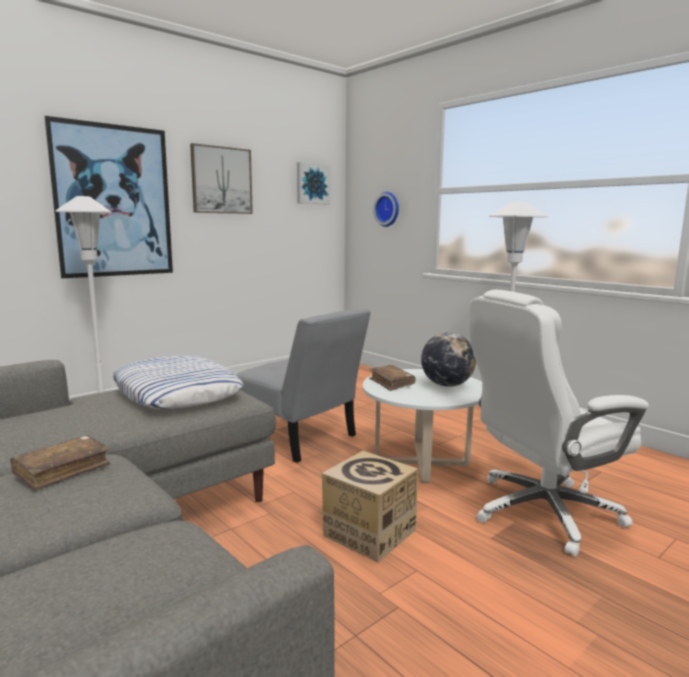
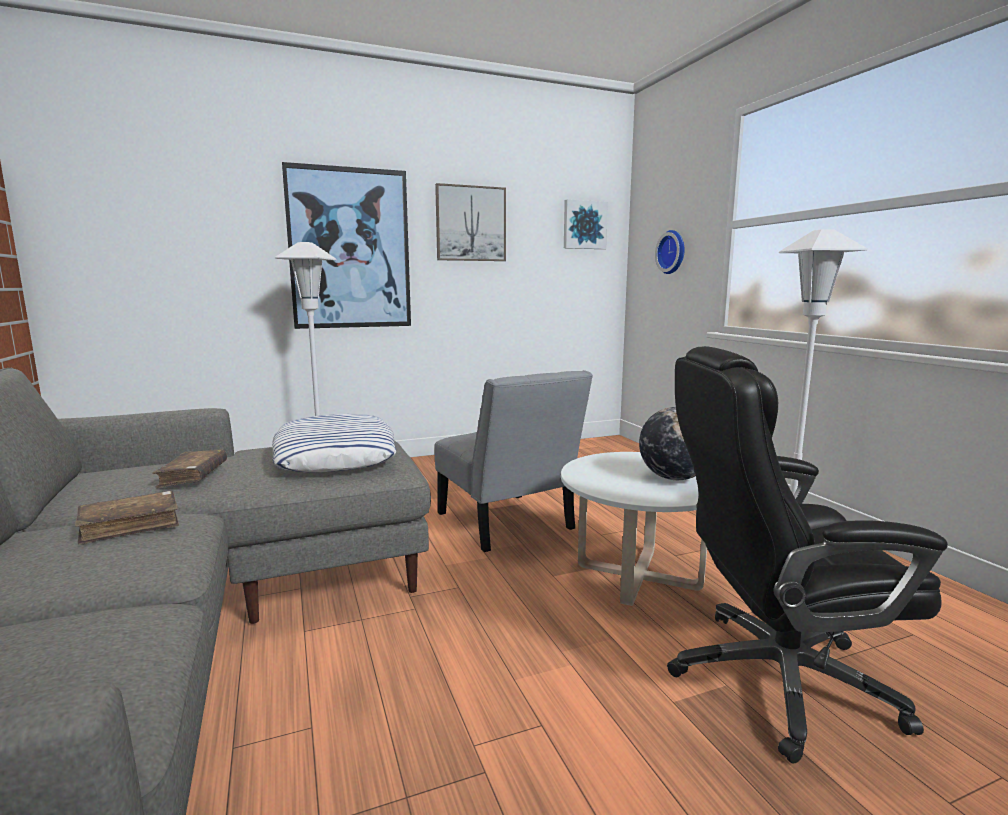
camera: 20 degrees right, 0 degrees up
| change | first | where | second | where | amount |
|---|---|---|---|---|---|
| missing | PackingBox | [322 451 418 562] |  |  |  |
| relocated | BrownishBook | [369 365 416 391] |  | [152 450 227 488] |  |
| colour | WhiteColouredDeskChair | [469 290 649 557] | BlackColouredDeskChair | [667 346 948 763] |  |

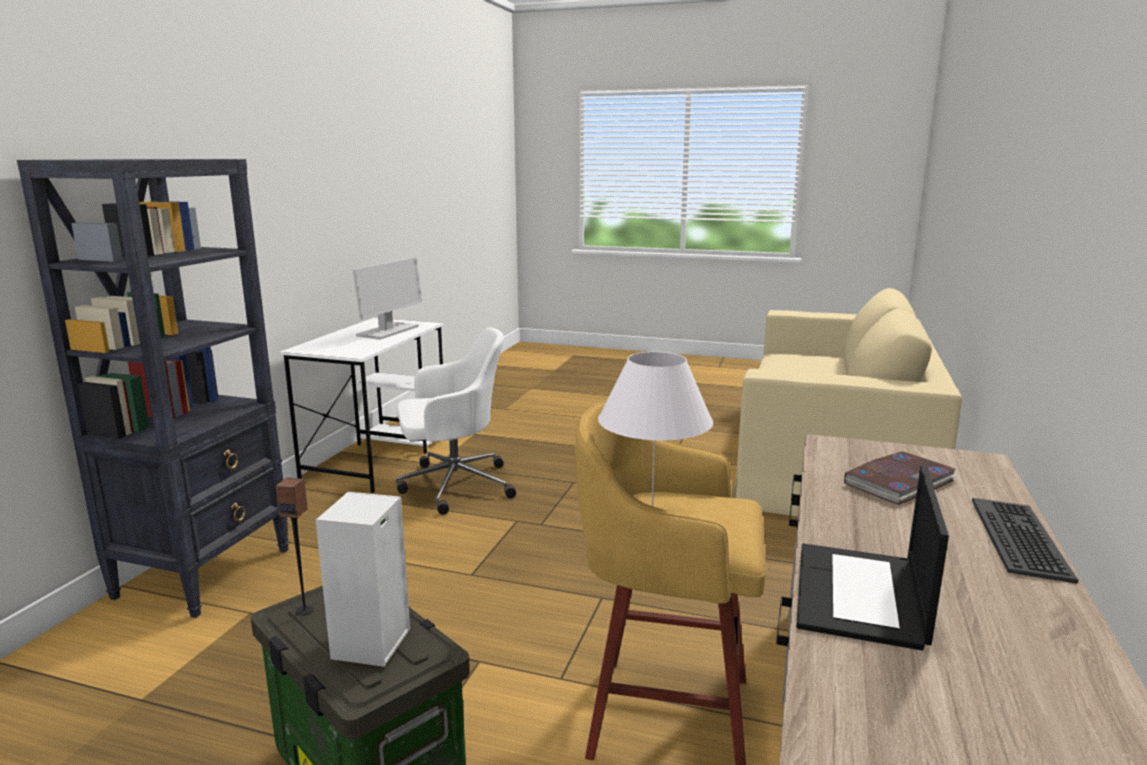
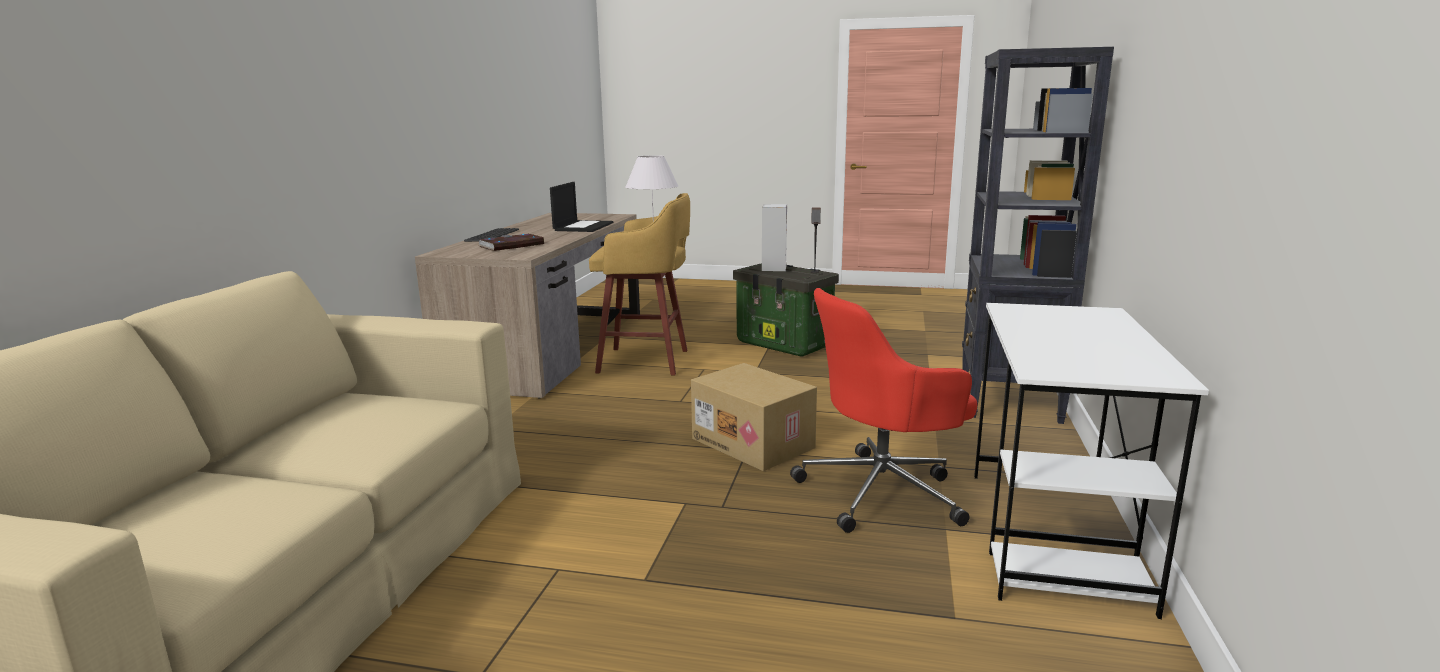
camera: 175 degrees right, 0 degrees up
| change | first | where | second | where | amount |
|---|---|---|---|---|---|
| missing | ComputerDisplay | [353 257 422 339] |  |  |  |
| appeared |  |  | PackingBox | [691 363 817 471] |  |
| colour | WhiteColouredDeskChair | [396 327 516 515] | RedDeskChair | [790 288 977 533] |  |

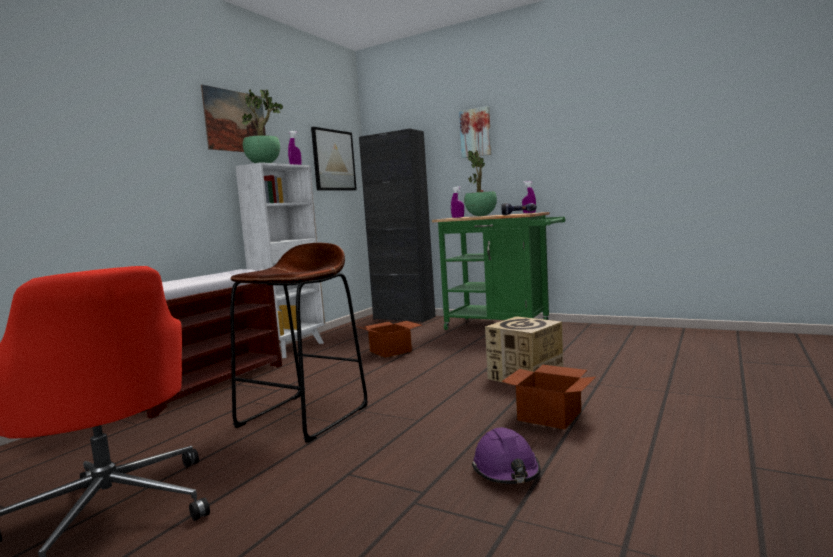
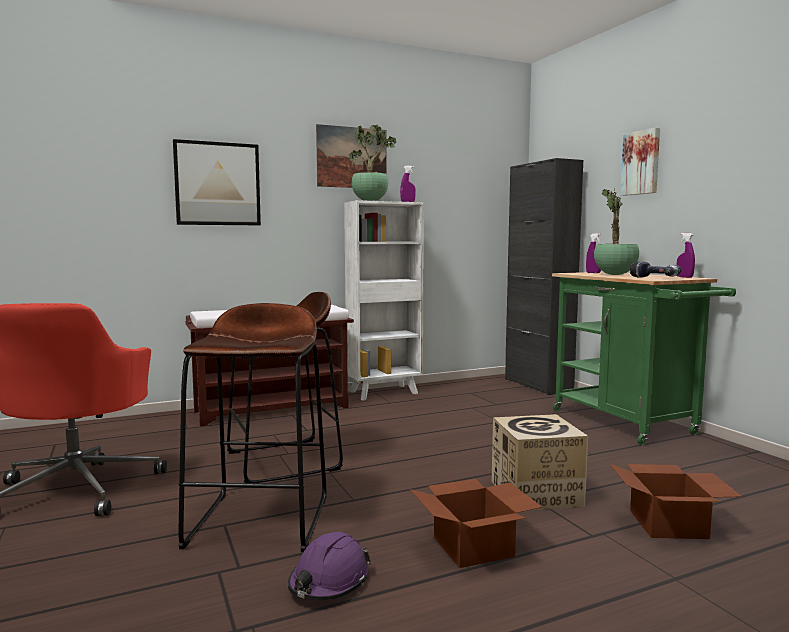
camera: 35 degrees right, 0 degrees up
| change | first | where | second | where | amount |
|---|---|---|---|---|---|
| appeared |  |  | BrownishStoolSeat | [178 303 327 552] |  |
| relocated | Picture | [311 127 357 190] |  | [173 139 261 225] |  |
| relocated | PackingBox | [356 321 422 358] |  | [609 463 742 539] |  |

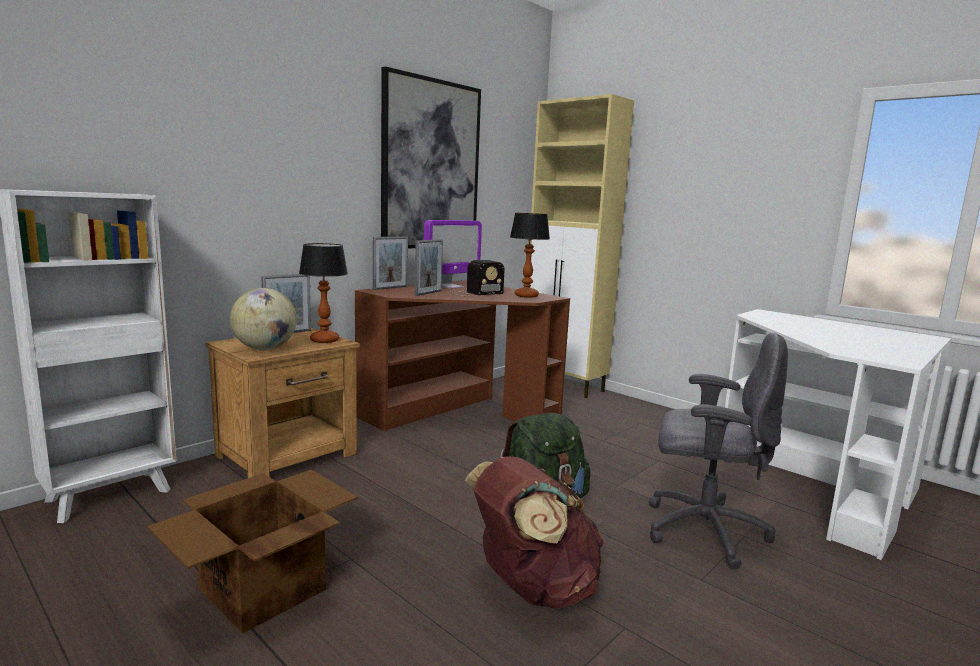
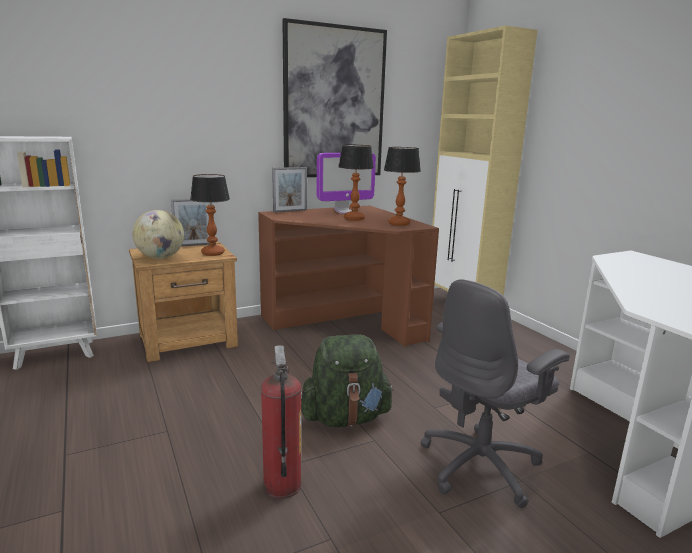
camera: 20 degrees right, 5 degrees up
| change | first | where | second | where | amount |
|---|---|---|---|---|---|
| missing | PackingBox | [147 470 358 634] |  |  |  |
| missing | PhotoFrame | [415 239 443 296] |  |  |  |
| exchanged | Radio | [450 260 504 296] | TableLamp | [338 145 374 221] |  |
| exchanged | BrownishRucksack | [465 456 604 608] | FireExtinguisher | [261 345 302 499] |  |
| spun | GrayDeskChair | [649 332 788 570] |  | [420 280 570 508] | 105 degrees clockwise |

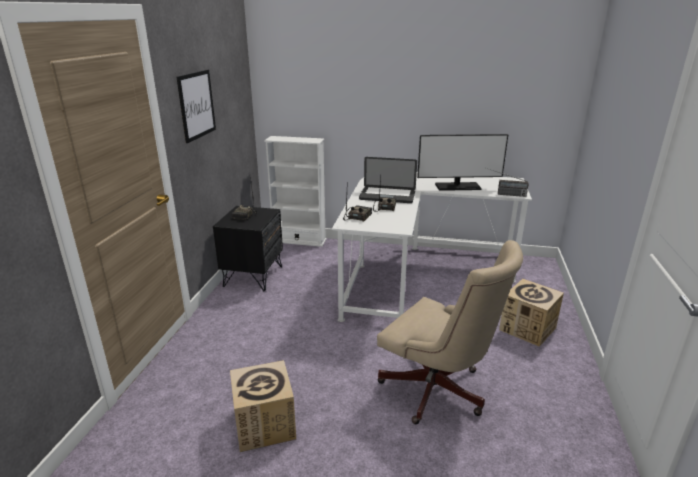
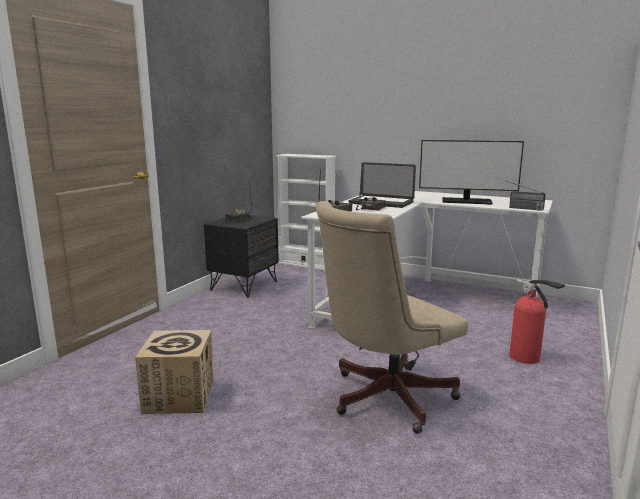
camera: 15 degrees right, 10 degrees down
| change | first | where | second | where | amount |
|---|---|---|---|---|---|
| missing | Picture | [177 70 216 143] |  |  |  |
| exchanged | PackingBox | [499 279 564 347] | FireExtinguisher | [509 279 565 364] |  |
| spun | SandColouredDeskChair | [377 240 523 424] |  | [316 201 468 434] | 90 degrees clockwise |

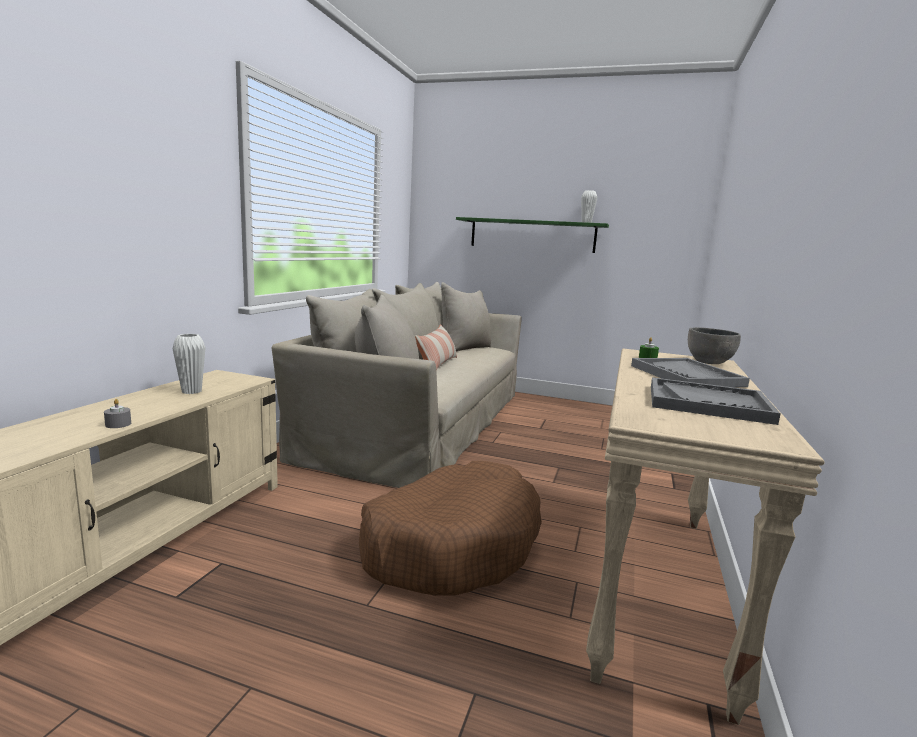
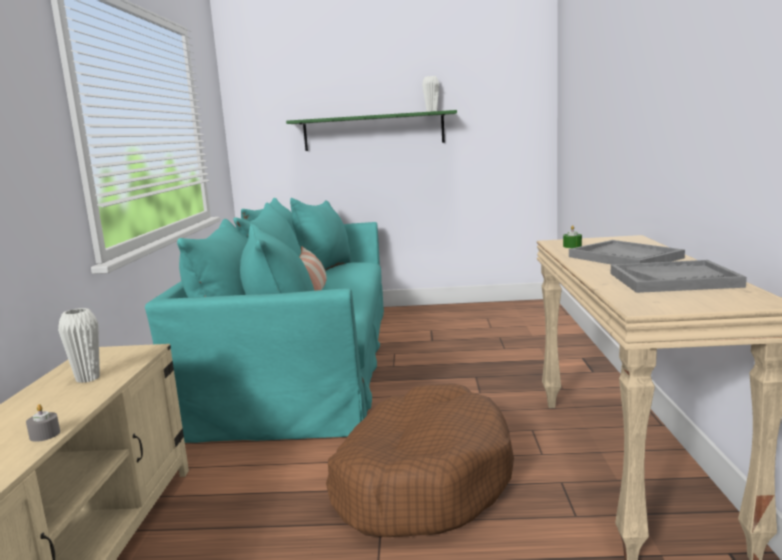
camera: 15 degrees left, 0 degrees up
| change | first | where | second | where | amount |
|---|---|---|---|---|---|
| missing | GrayServingBowl | [688 327 741 364] |  |  |  |
| colour | SandColouredSettee | [271 282 522 488] | TurquoiseSettee | [145 198 384 443] |  |

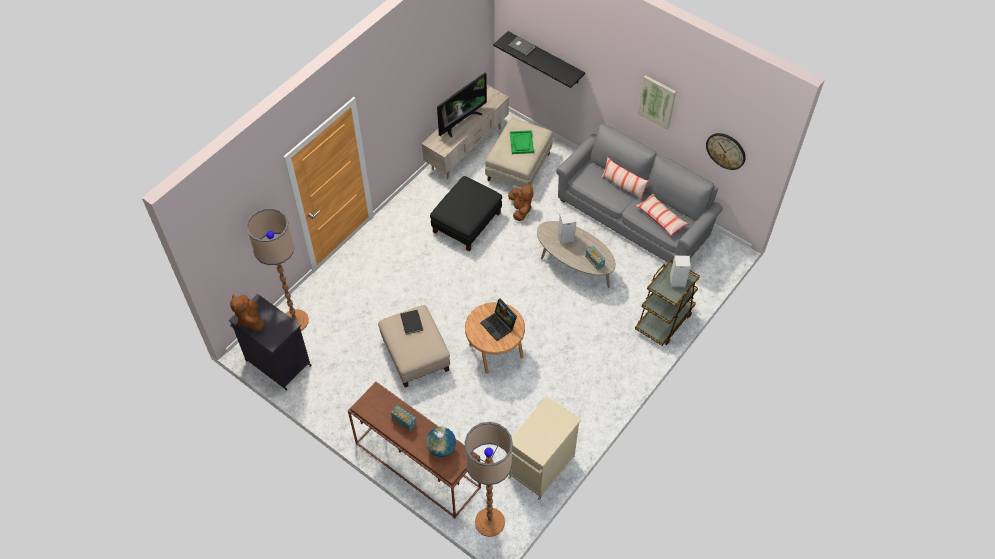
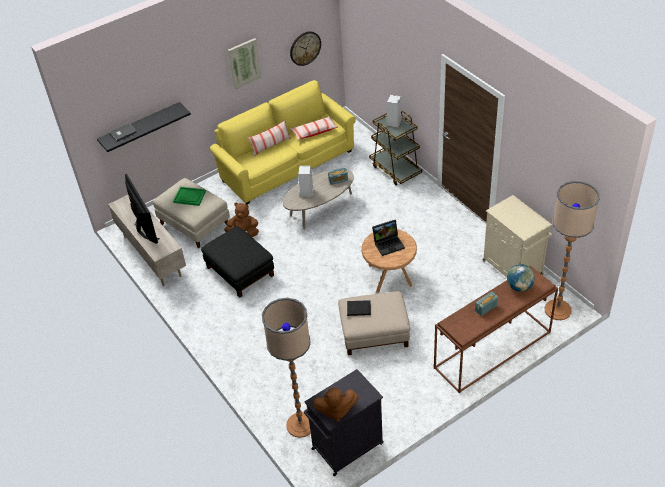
camera: 70 degrees left, 10 degrees down
| change | first | where | second | where | amount |
|---|---|---|---|---|---|
| colour | GraySettee | [556 124 723 263] | YellowSettee | [210 80 356 204] |  |

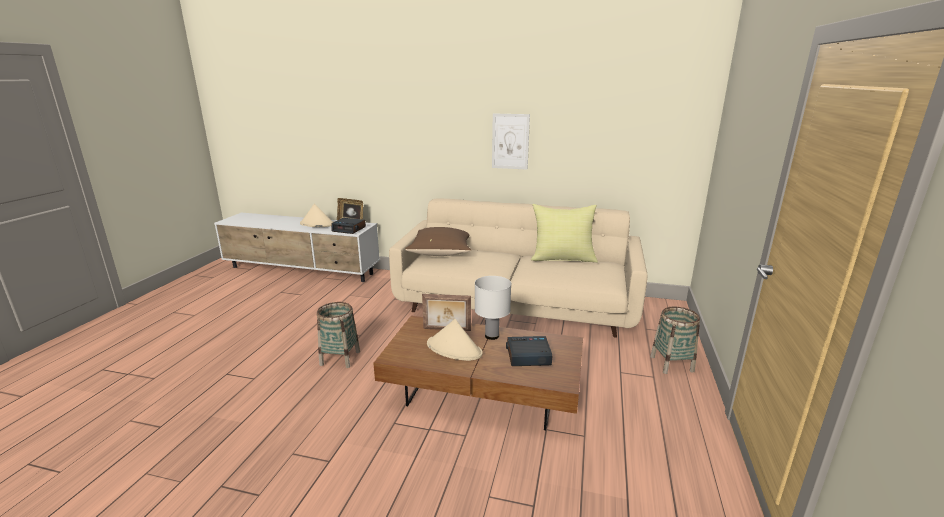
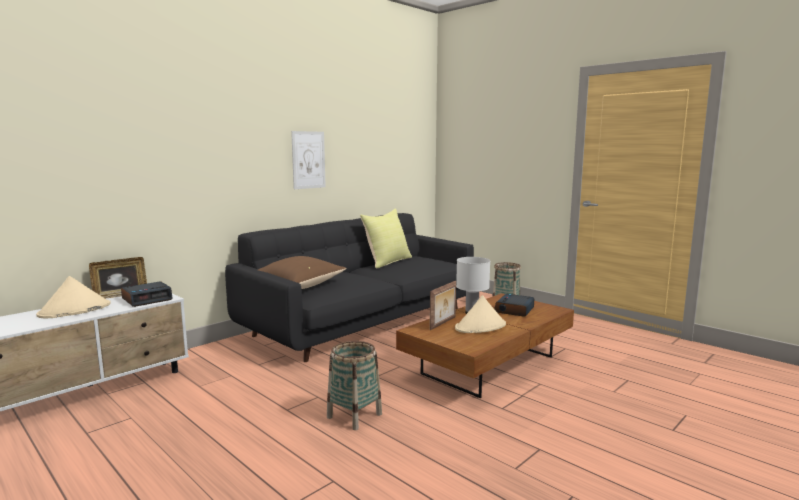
camera: 60 degrees left, 10 degrees down
| change | first | where | second | where | amount |
|---|---|---|---|---|---|
| colour | SandColouredSettee | [389 198 648 338] | BlackColouredSettee | [225 213 474 362] |  |

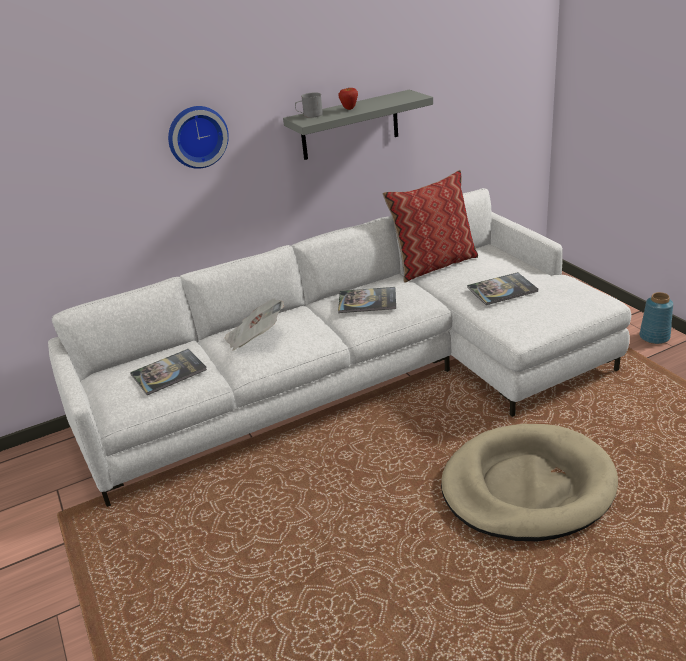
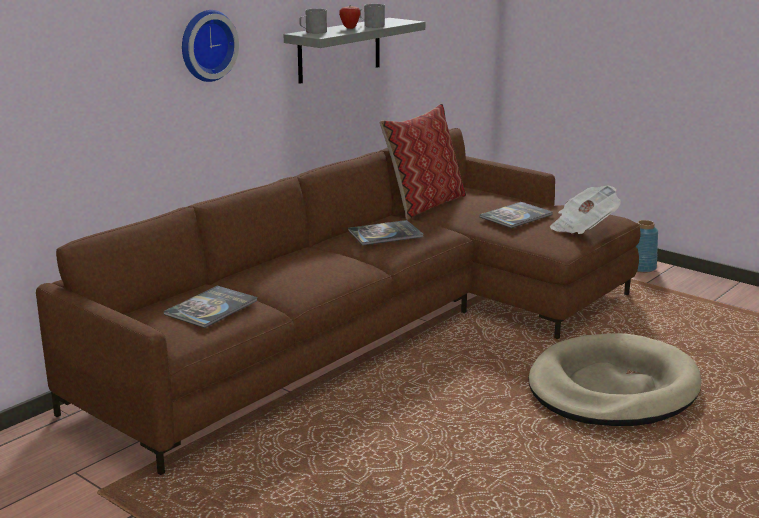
camera: 25 degrees left, 10 degrees down
| change | first | where | second | where | amount |
|---|---|---|---|---|---|
| appeared |  |  | GrayTeaMug | [359 4 385 28] |  |
| relocated | PrintedPaper | [225 298 284 351] |  | [550 186 621 234] |  |
| colour | WhiteColouredSettee | [48 188 631 507] | BrownishSettee | [36 128 641 475] |  |

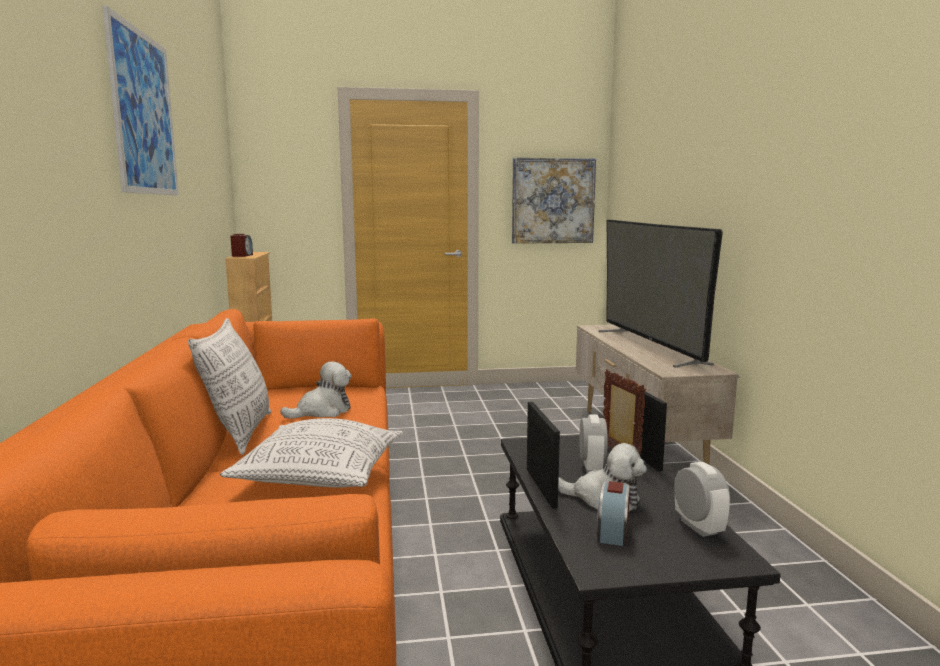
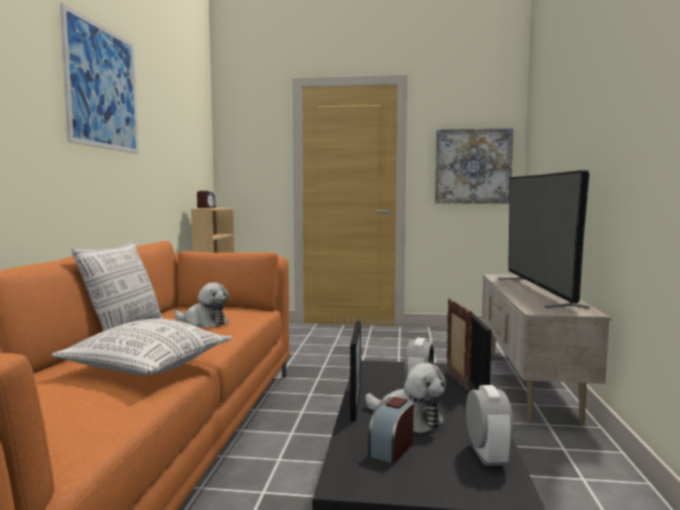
camera: 15 degrees right, 5 degrees down
| change | first | where | second | where | amount |
|---|---|---|---|---|---|
| spun | SoftToy | [280 362 352 419] |  | [174 282 229 328] | 45 degrees clockwise |

